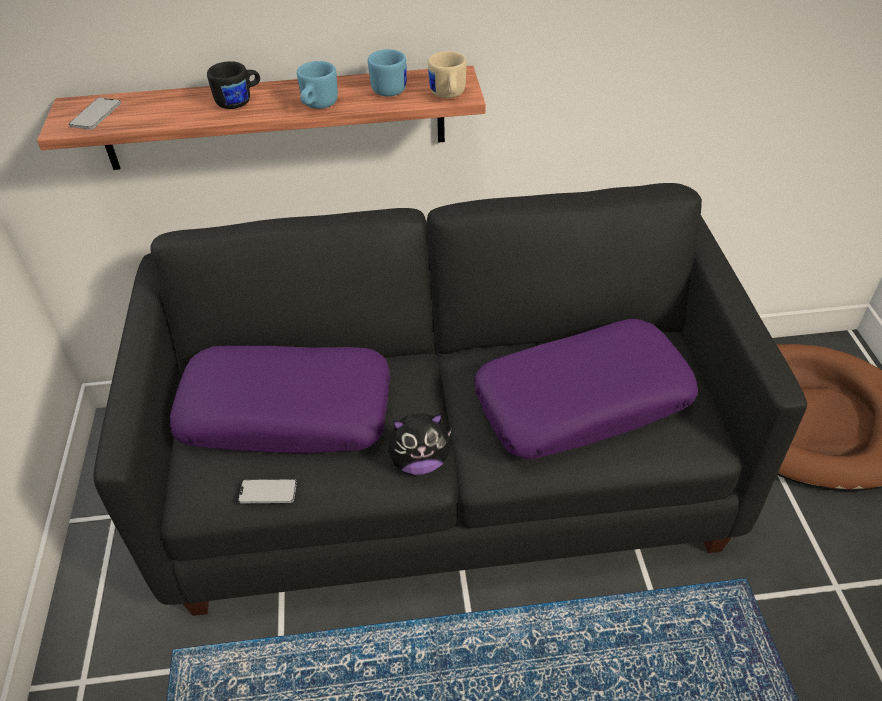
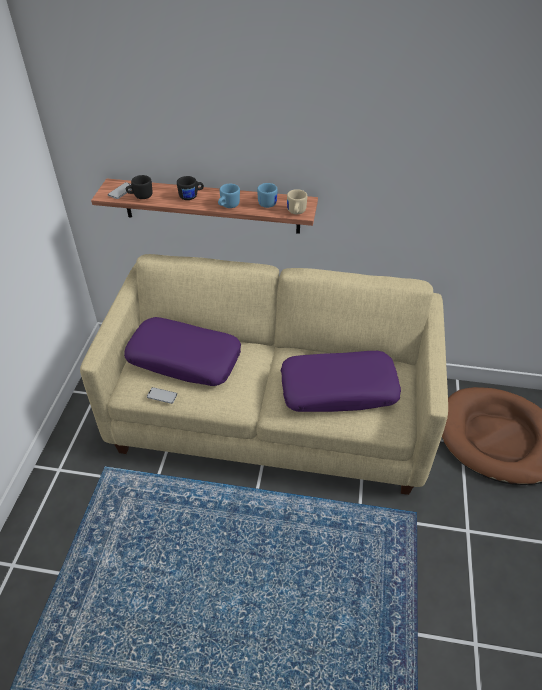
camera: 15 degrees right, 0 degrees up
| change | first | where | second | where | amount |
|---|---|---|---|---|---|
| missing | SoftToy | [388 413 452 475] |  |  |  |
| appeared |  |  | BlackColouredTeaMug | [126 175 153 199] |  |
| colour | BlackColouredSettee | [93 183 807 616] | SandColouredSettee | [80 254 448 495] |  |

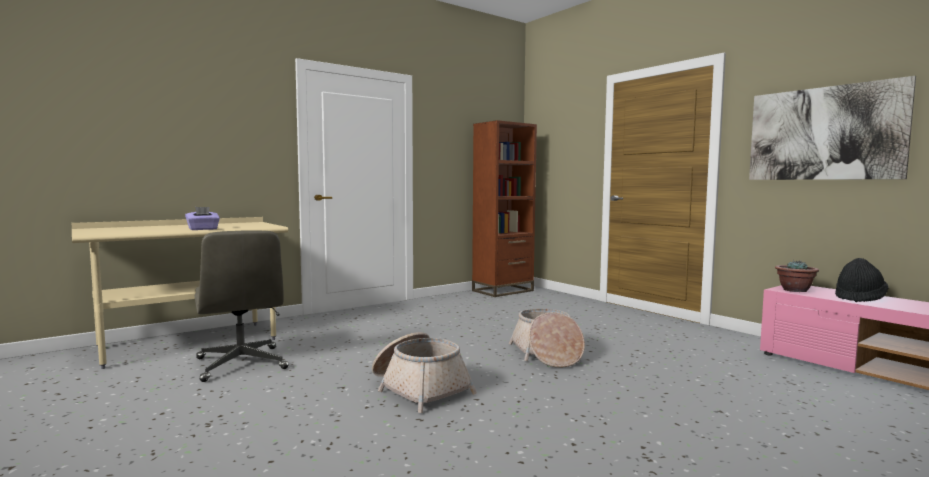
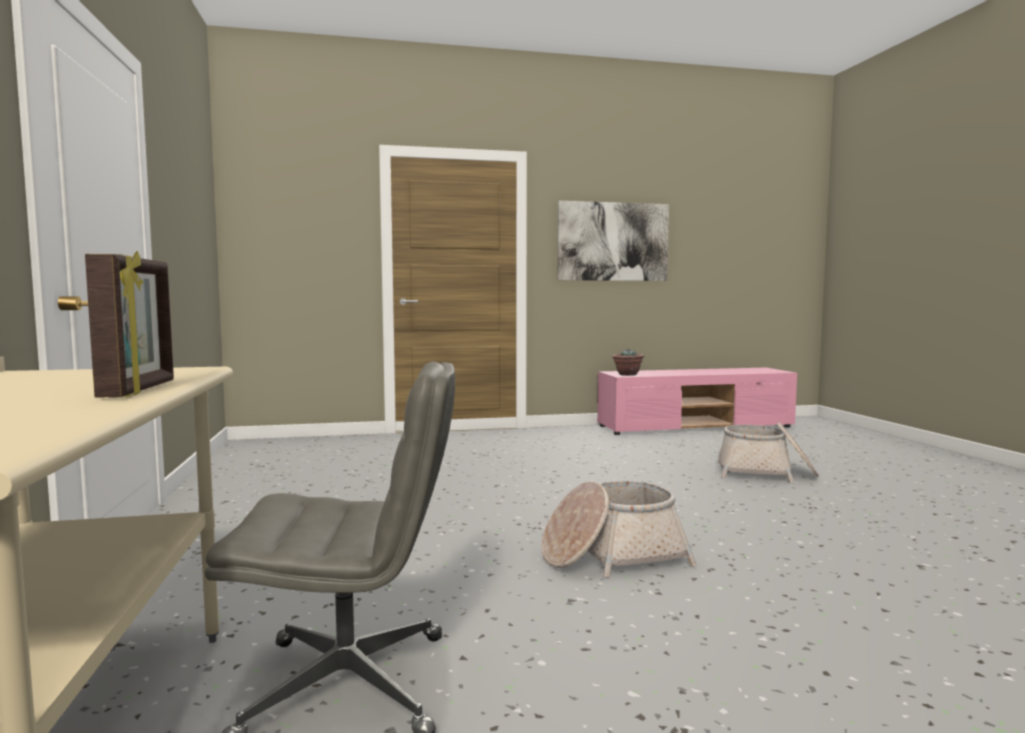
camera: 65 degrees left, 0 degrees up
| change | first | where | second | where | amount |
|---|---|---|---|---|---|
| missing | BrownishBookcase | [472 120 537 297] |  |  |  |
| missing | BlackColouredWearableHat | [835 258 889 302] |  |  |  |
| relocated | StorageBasket | [509 309 585 368] |  | [717 423 819 483] |  |
| exchanged | PurpleTissueHolder | [185 207 220 230] | PhotoFrame | [85 251 174 398] |  |

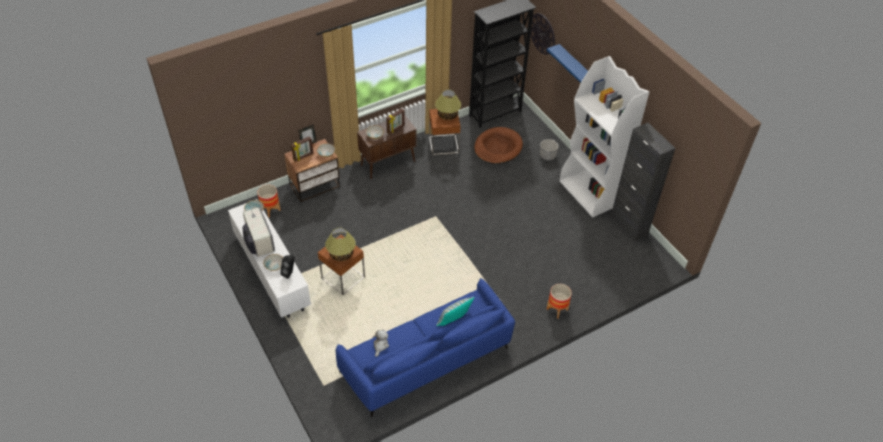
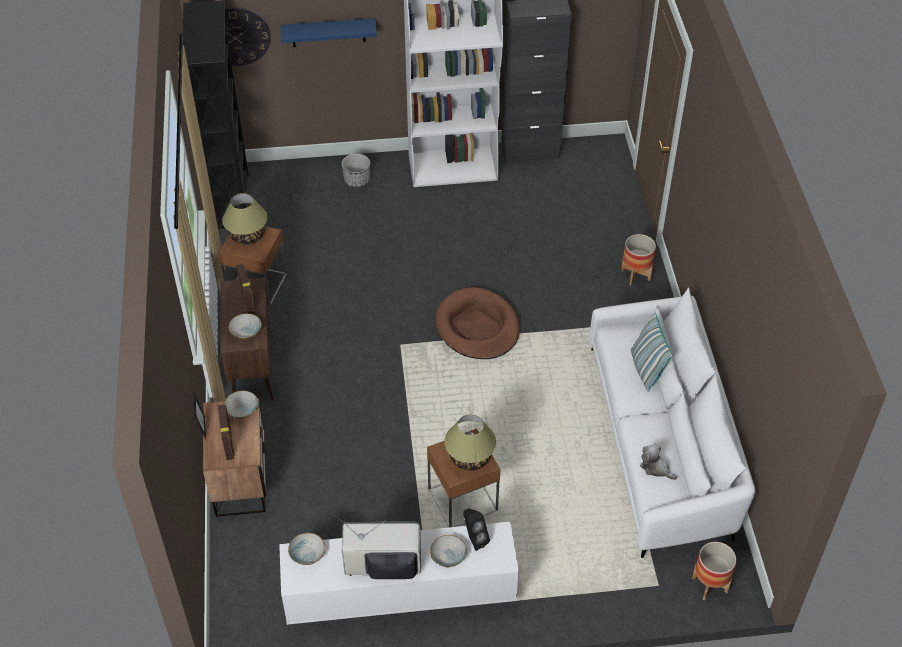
camera: 65 degrees left, 0 degrees up
| change | first | where | second | where | amount |
|---|---|---|---|---|---|
| relocated | Planter | [257 185 281 218] |  | [692 542 737 600] |  |
| relocated | BrownishPetBed | [474 127 523 164] |  | [435 287 520 359] |  |
| colour | BluishSettee | [335 278 515 417] | WhiteColouredSettee | [589 287 756 558] |  |

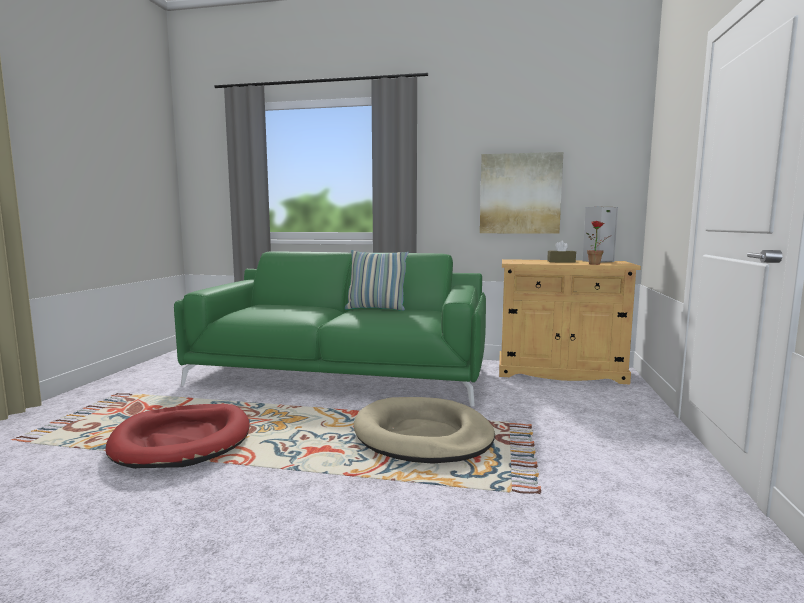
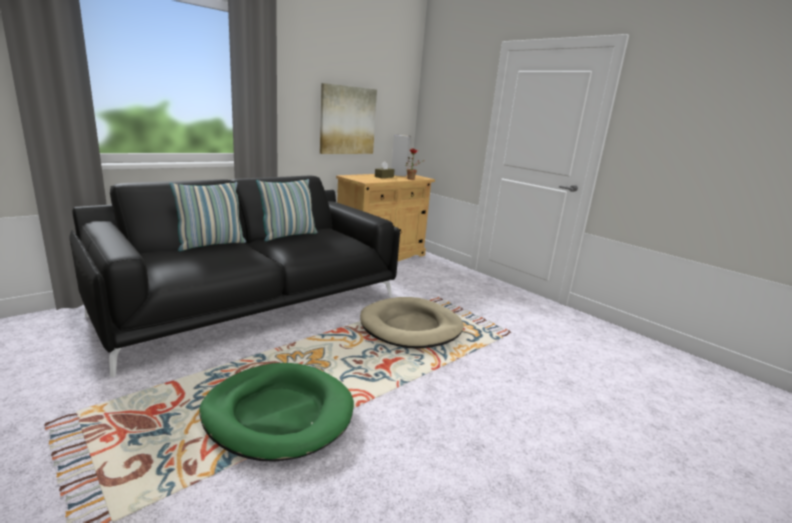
camera: 55 degrees left, 10 degrees up
| change | first | where | second | where | amount |
|---|---|---|---|---|---|
| appeared |  |  | ThrowPillow | [170 182 246 251] |  |
| colour | RedPetBed | [105 404 250 469] | GreenColouredPetBed | [199 363 354 462] |  |
| colour | GreenColouredSettee | [174 251 486 407] | BlackColouredSettee | [69 176 400 377] |  |

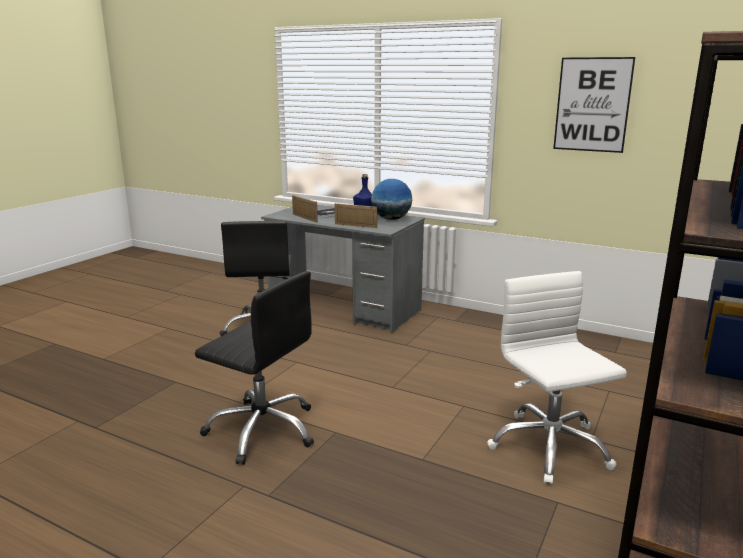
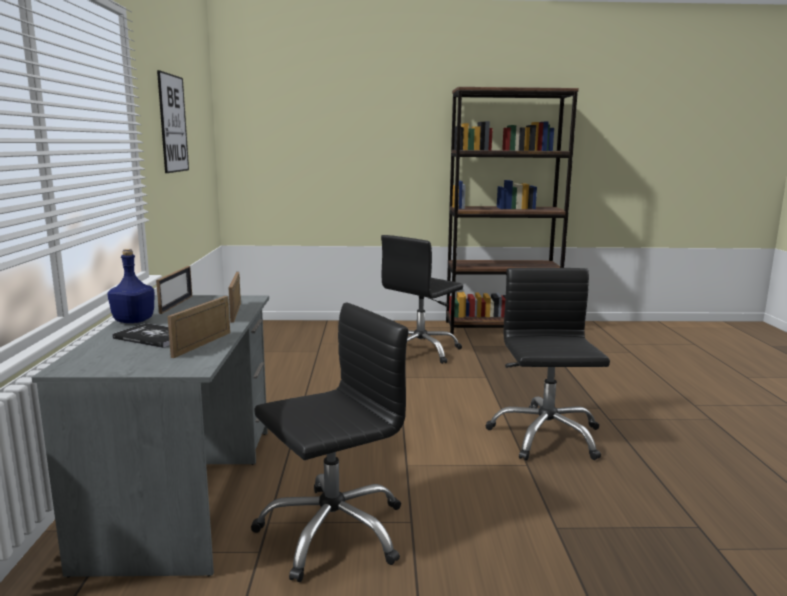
camera: 120 degrees left, 5 degrees down
| change | first | where | second | where | amount |
|---|---|---|---|---|---|
| exchanged | WorldGlobe | [371 179 412 220] | PhotoFrame | [156 266 192 314] |  |
| colour | WhiteColouredDeskChair | [487 271 627 485] | BlackColouredDeskChair | [381 235 463 364] |  |

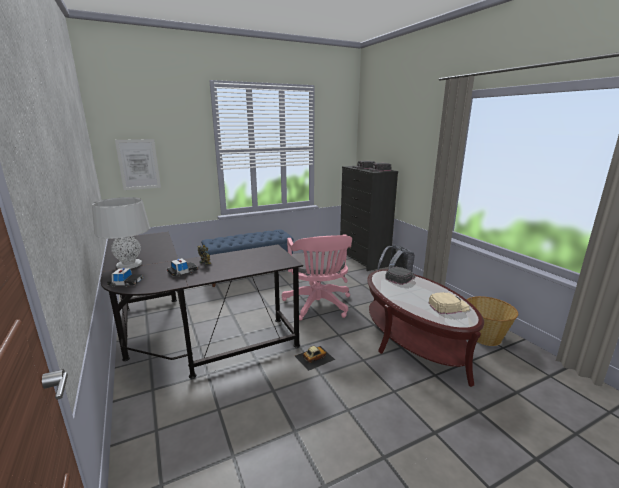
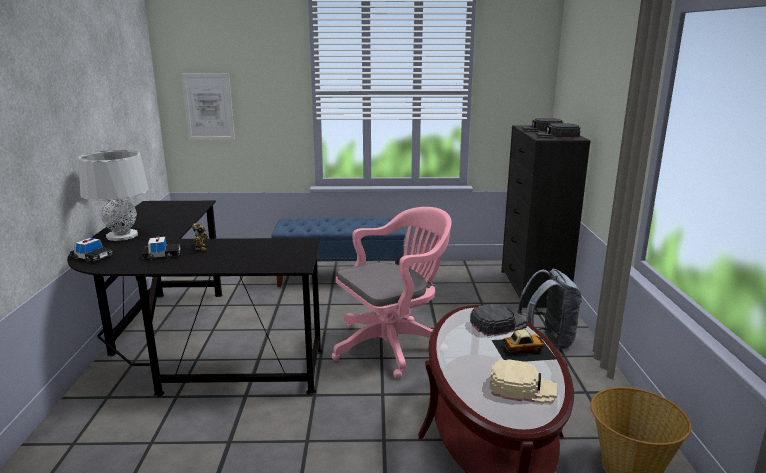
camera: 25 degrees right, 0 degrees up
| change | first | where | second | where | amount |
|---|---|---|---|---|---|
| relocated | ToyCar | [295 346 335 371] |  | [492 329 557 362] |  |
| spun | PinkishDeskChair | [282 234 352 321] |  | [332 207 451 378] | 135 degrees counterclockwise |

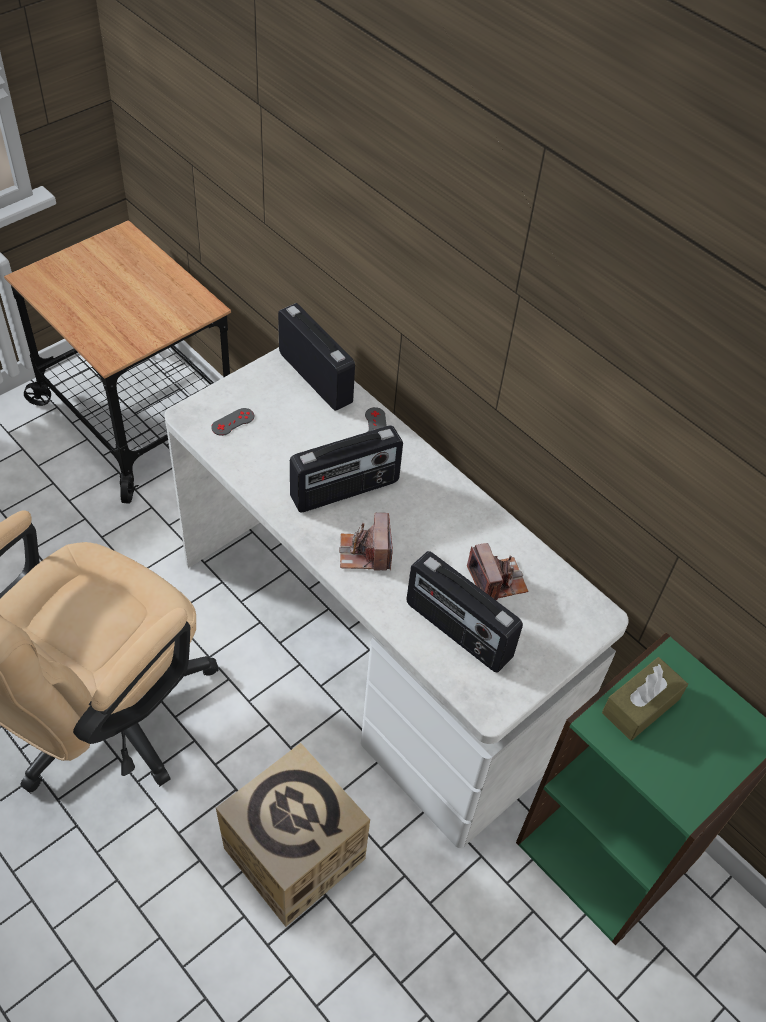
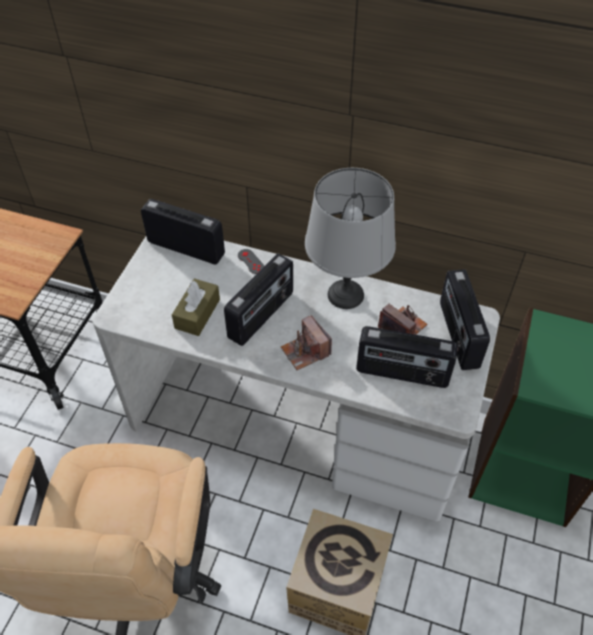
camera: 25 degrees left, 0 degrees up
| change | first | where | second | where | amount |
|---|---|---|---|---|---|
| missing | GrayJoypad | [211 408 254 436] |  |  |  |
| appeared |  |  | GrayTableLamp | [305 168 396 309] |  |
| appeared |  |  | Radio | [440 269 490 370] |  |
| relocated | BrownishTissueHolder | [602 657 688 741] |  | [172 279 220 336] |  |

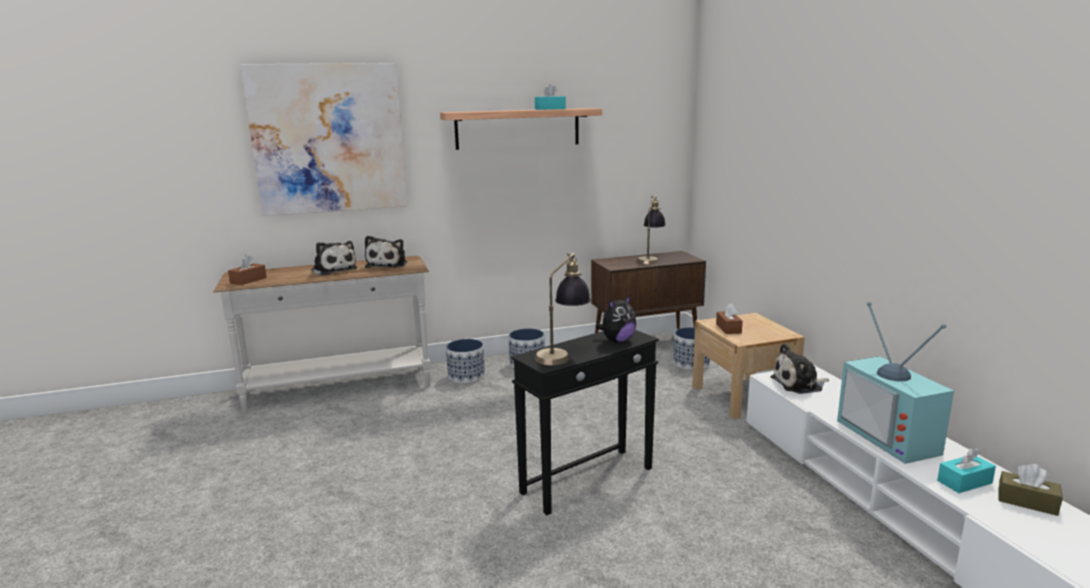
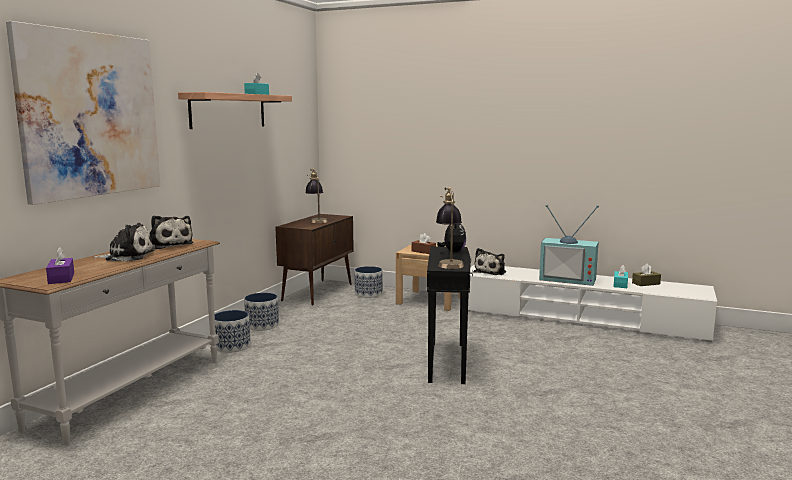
camera: 50 degrees left, 5 degrees down
| change | first | where | second | where | amount |
|---|---|---|---|---|---|
| colour | BrownishTissueHolder | [228 255 267 285] | PurpleTissueHolder | [46 247 74 284] |  |

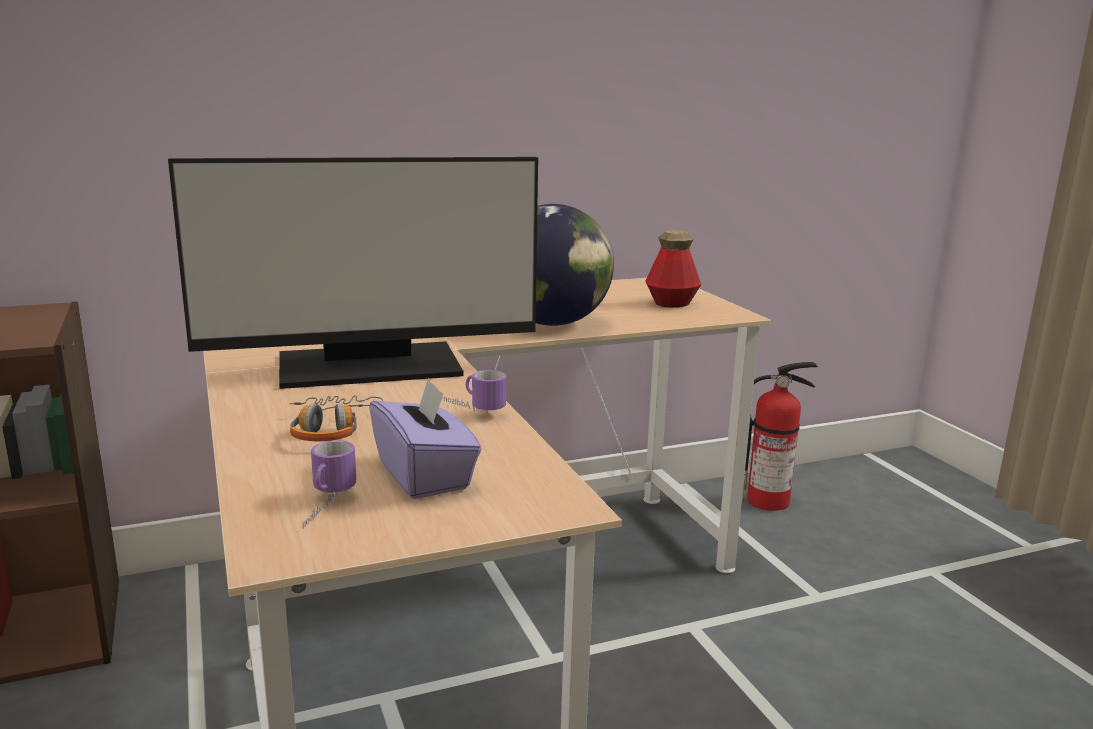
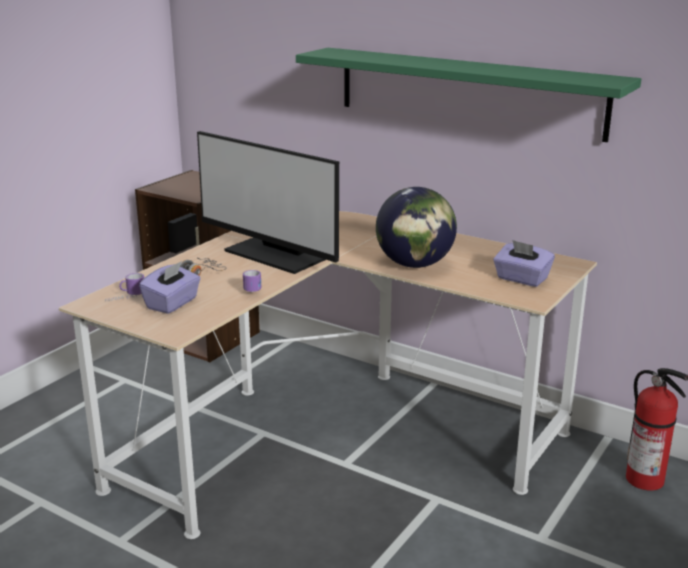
camera: 55 degrees right, 5 degrees up
| change | first | where | second | where | amount |
|---|---|---|---|---|---|
| appeared |  |  | GreenColouredShelf | [296 48 641 142] |  |
| exchanged | Bottle | [645 230 701 307] | PurpleTissueHolder | [493 240 555 287] |  |

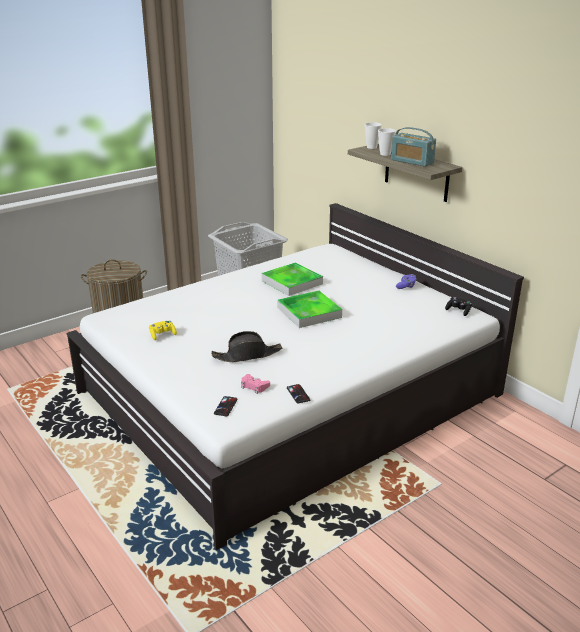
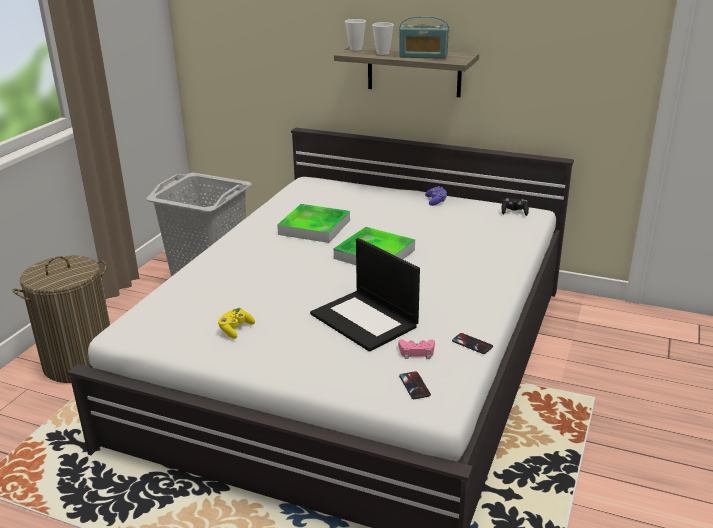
camera: 30 degrees left, 0 degrees up
| change | first | where | second | where | amount |
|---|---|---|---|---|---|
| exchanged | BlackColouredWearableHat | [211 331 282 362] | NotebookComputer | [310 238 420 352] |  |

